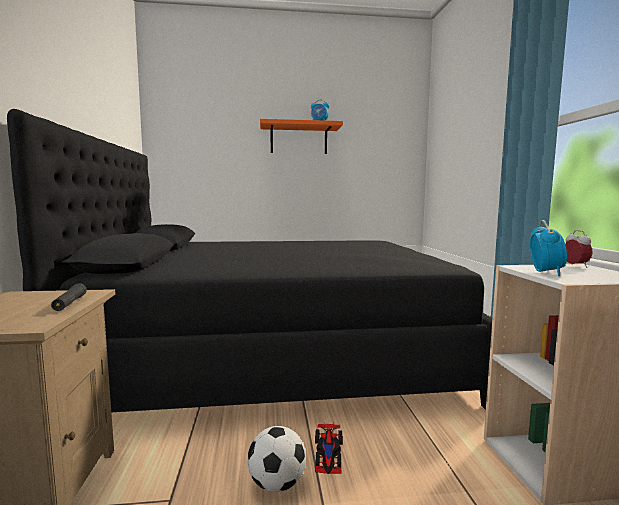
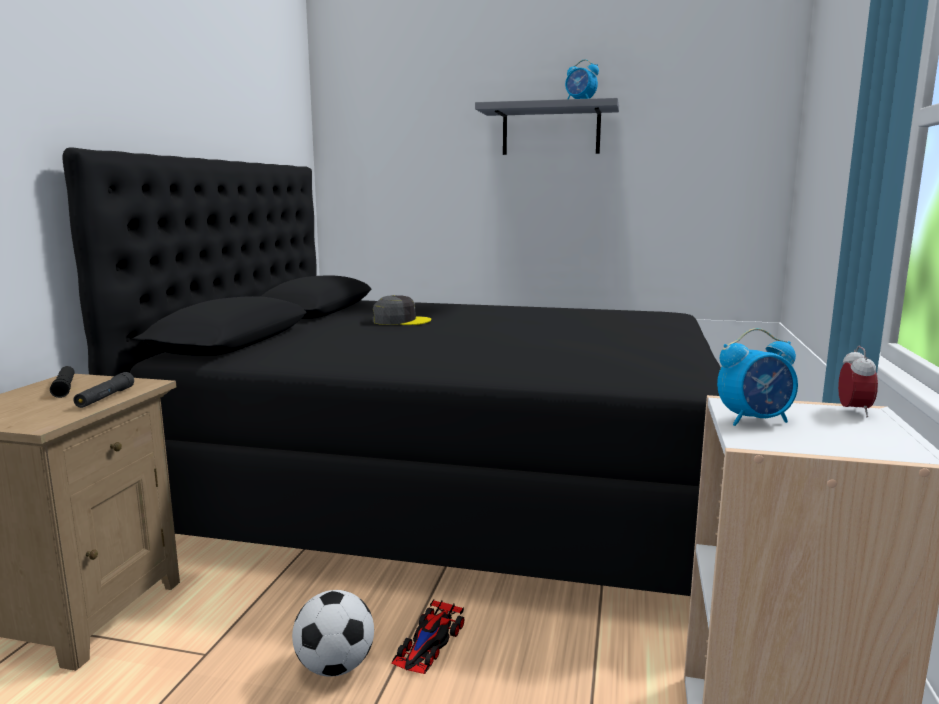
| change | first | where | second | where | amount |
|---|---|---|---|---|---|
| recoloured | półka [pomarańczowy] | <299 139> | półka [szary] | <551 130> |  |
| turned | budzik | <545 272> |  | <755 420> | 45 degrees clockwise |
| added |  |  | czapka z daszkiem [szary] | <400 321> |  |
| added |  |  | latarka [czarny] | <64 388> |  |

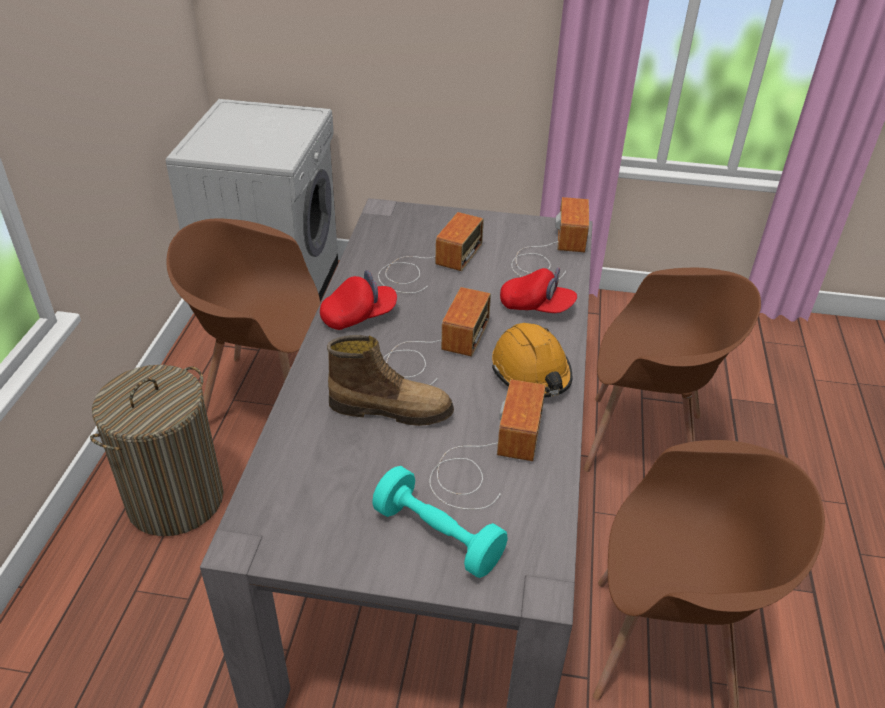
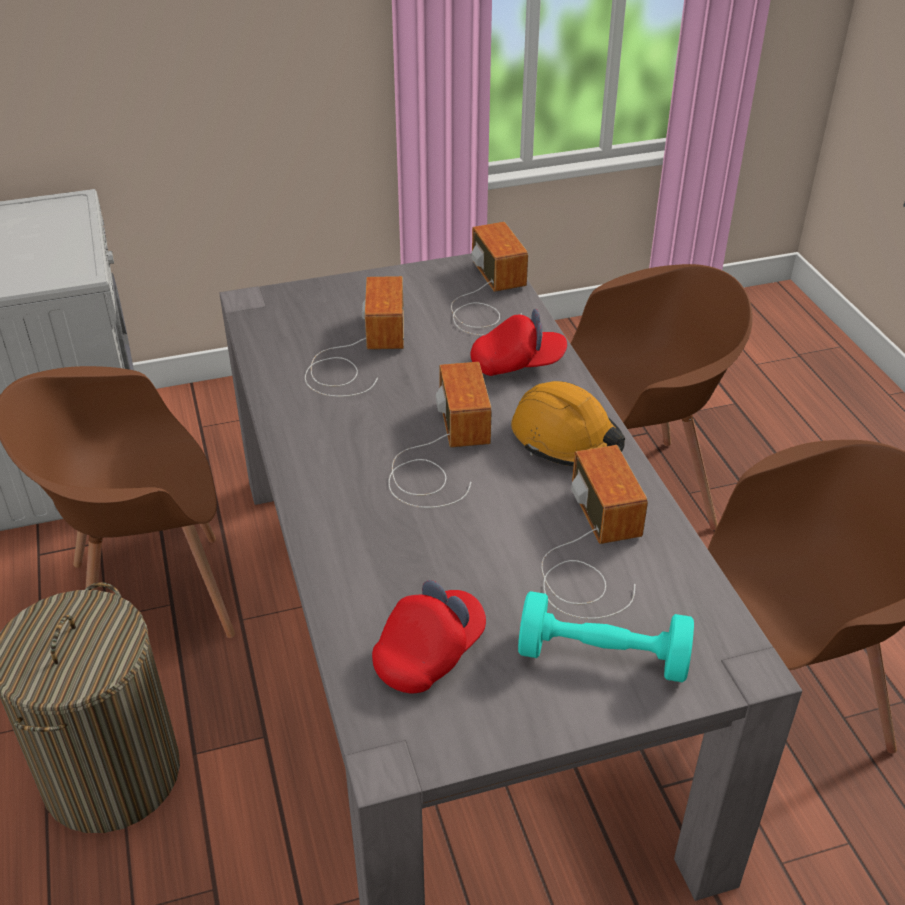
| change | first | where | second | where | amount |
|---|---|---|---|---|---|
| moved | czapka z daszkiem [czerwony] | <359 316> |  | <430 653> |  |
| removed | but z cholewką | <391 408> |  |  |  |

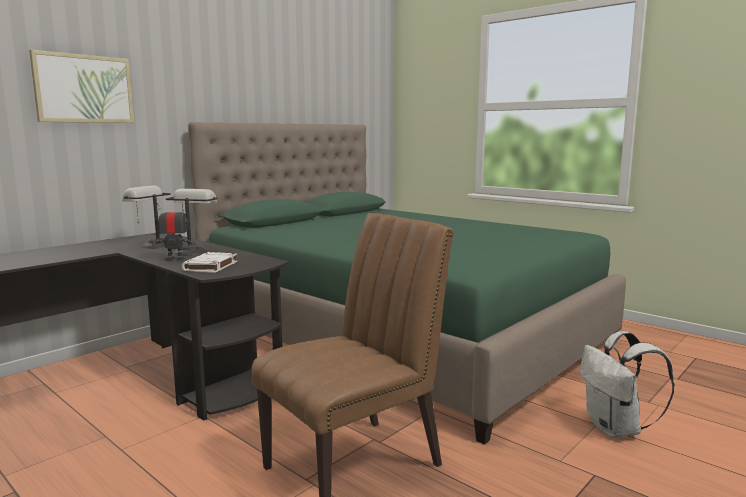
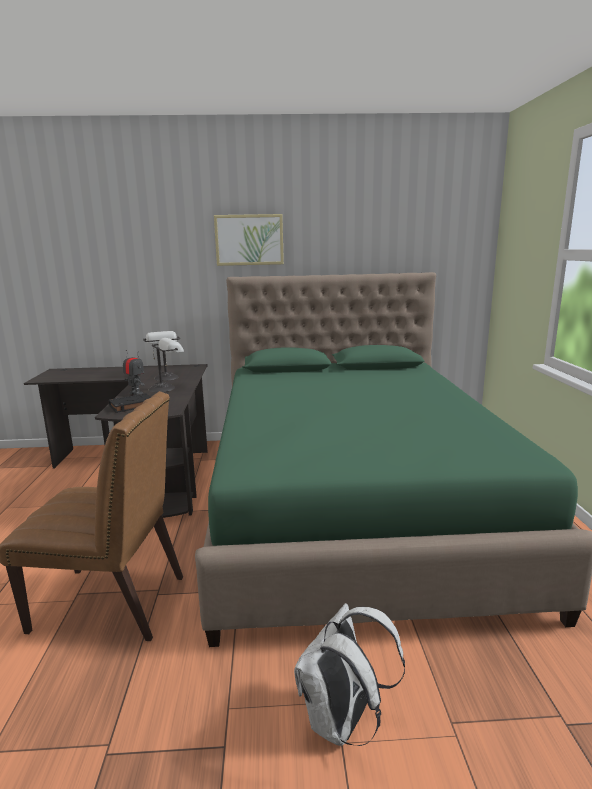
| change | first | where | second | where | amount |
|---|---|---|---|---|---|
| moved | obraz | <84 89> |  | <249 240> |  |
| recoloured | książka [biały] | <210 266> | książka [czarny] | <131 406> |  |

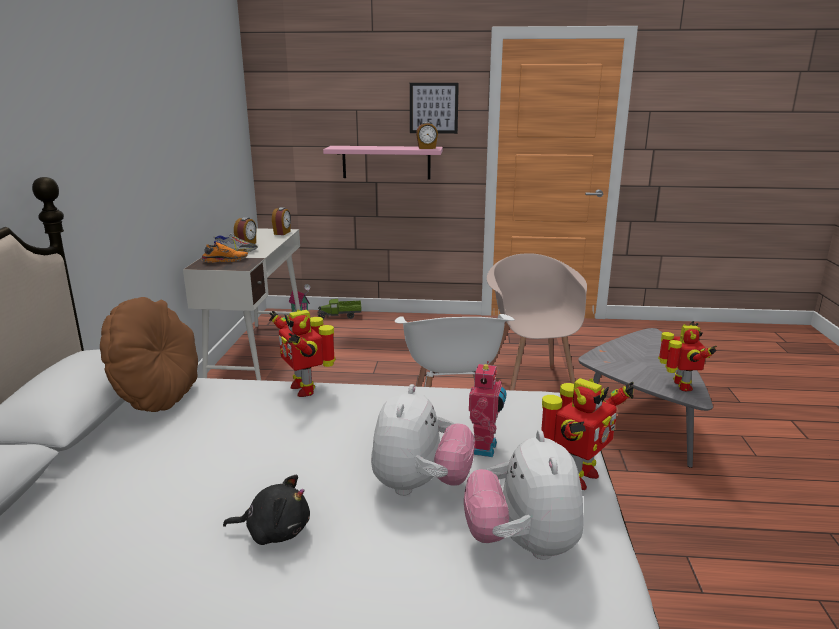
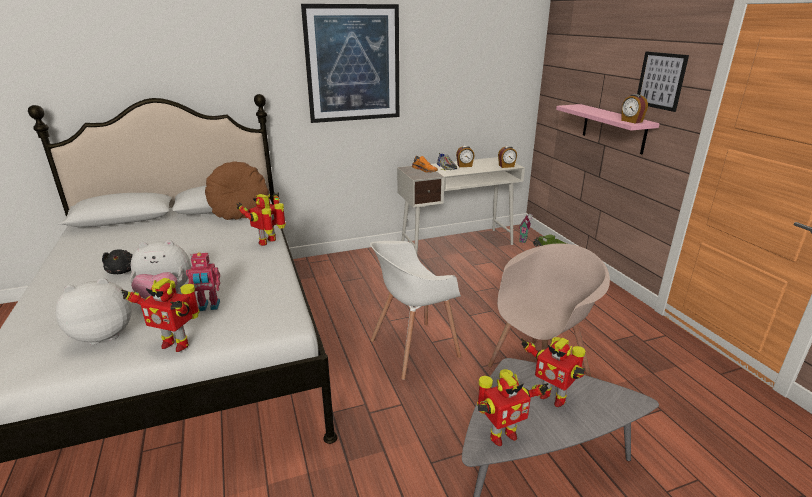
| change | first | where | second | where | amount |
|---|---|---|---|---|---|
| added |  |  | obraz | <353 64> |  |
| added |  |  | robot zabawkowy | <552 397> |  |

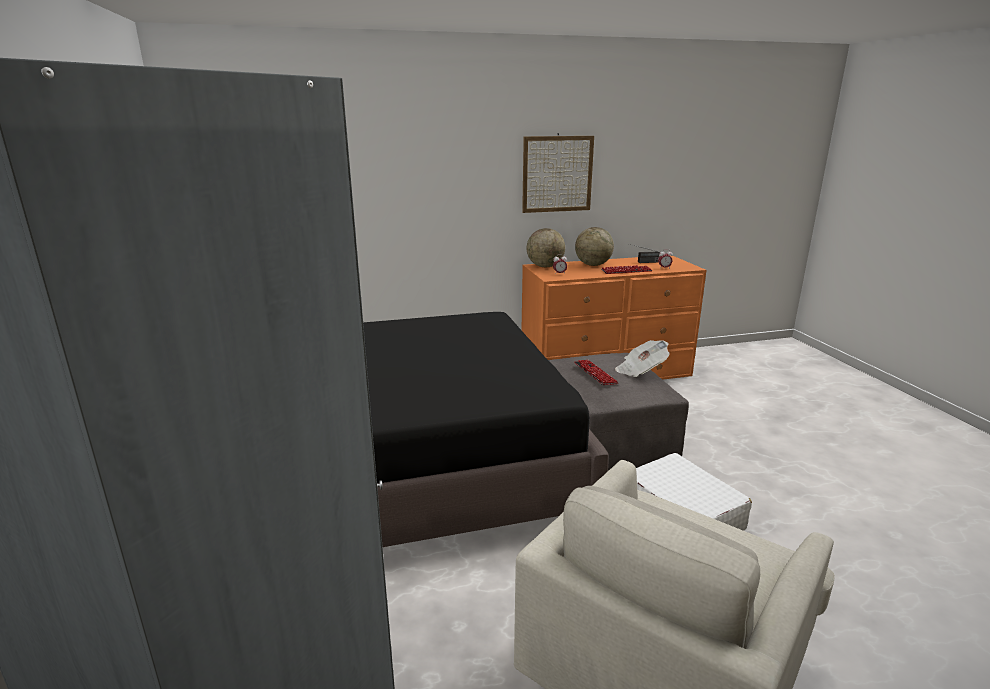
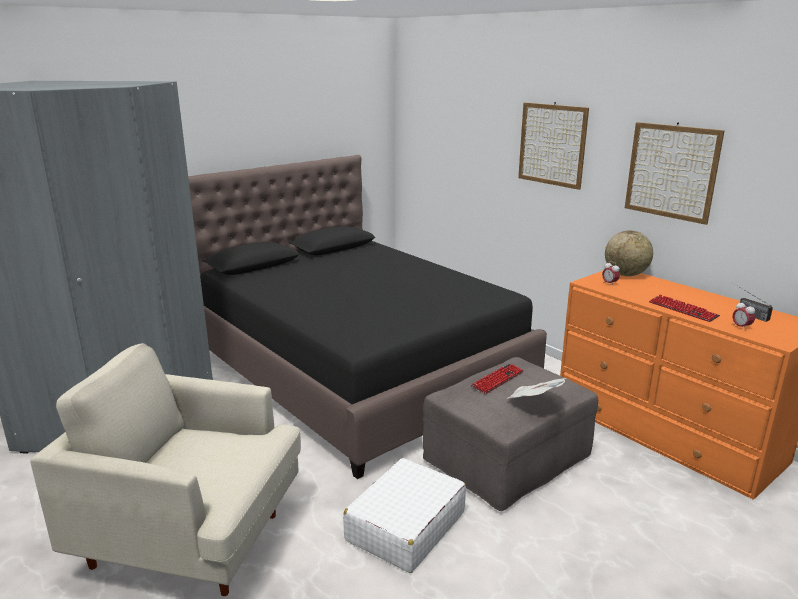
| change | first | where | second | where | amount |
|---|---|---|---|---|---|
| removed | globus | <593 265> |  |  |  |
| added |  |  | obraz | <552 143> |  |

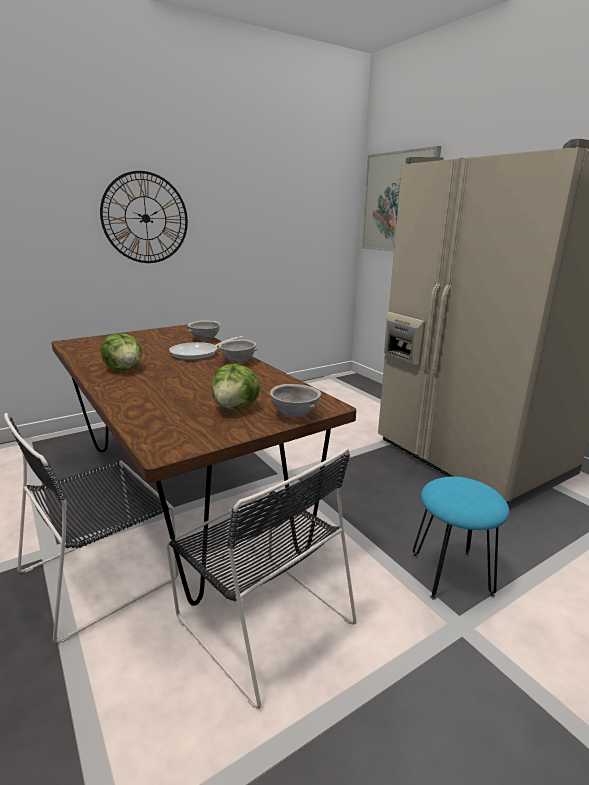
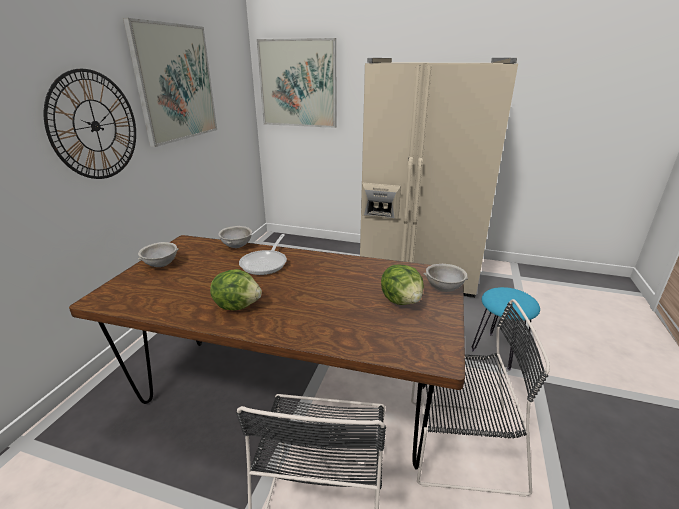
| change | first | where | second | where | amount |
|---|---|---|---|---|---|
| moved | miska [szary] | <238 362> |  | <161 265> |  |
| added |  |  | obraz | <176 83> |  |

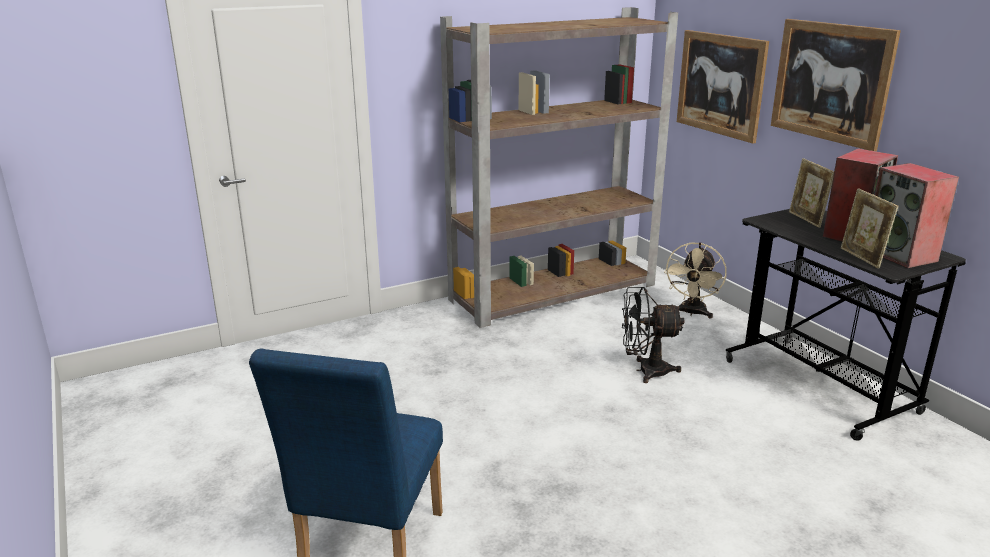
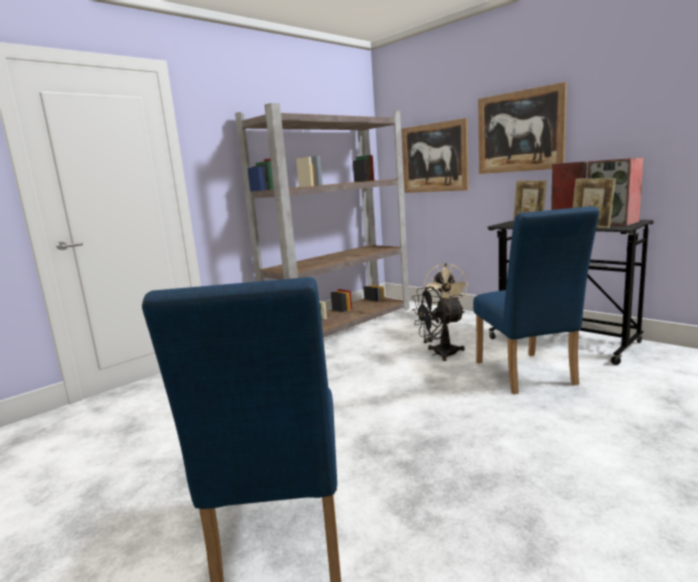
| change | first | where | second | where | amount |
|---|---|---|---|---|---|
| added |  |  | krzesło [niebieski] | <527 375> |  |

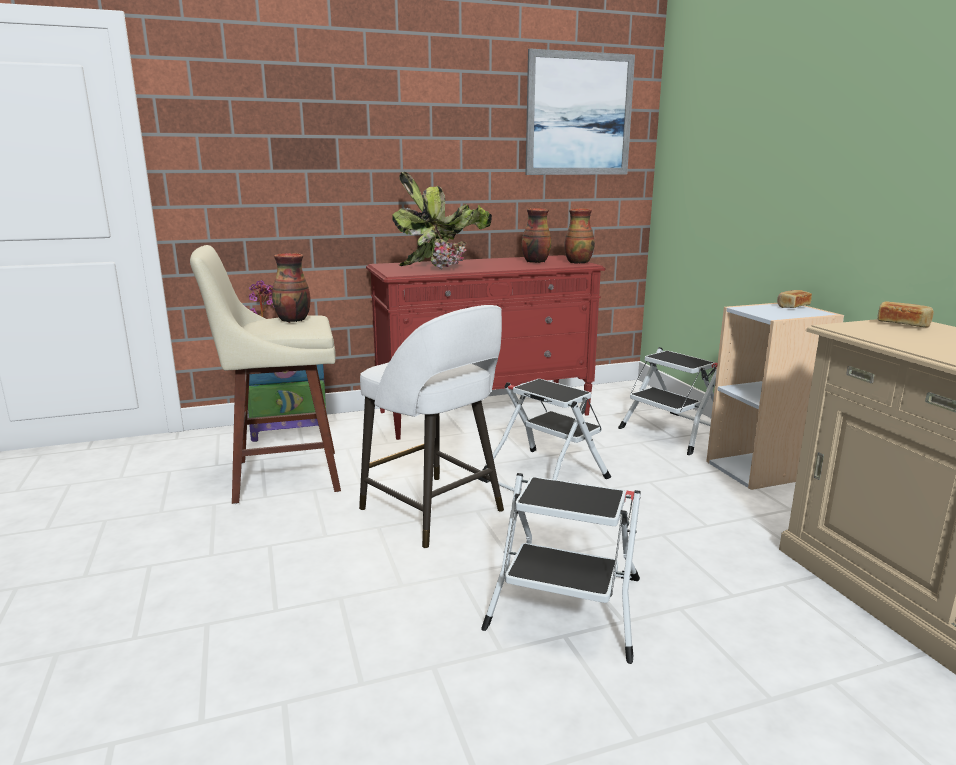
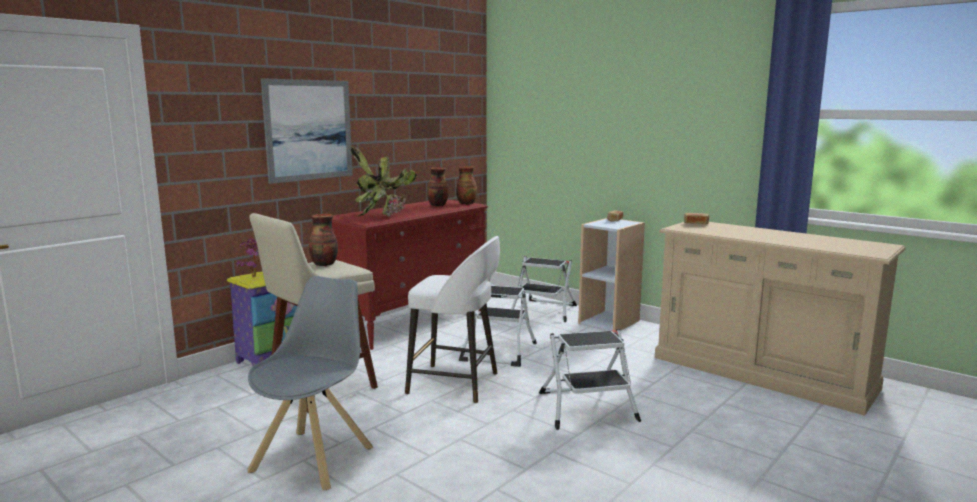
| change | first | where | second | where | amount |
|---|---|---|---|---|---|
| moved | obraz | <579 114> |  | <309 130> |  |
| added |  |  | krzesło [szary] | <315 457> |  |

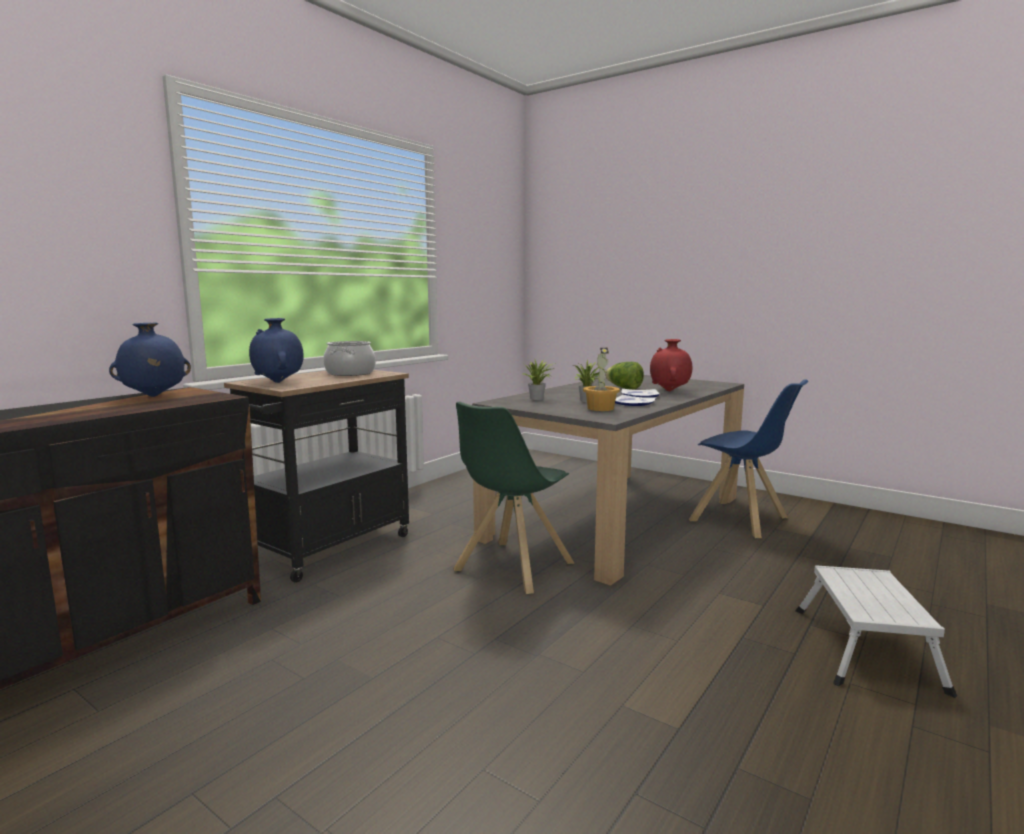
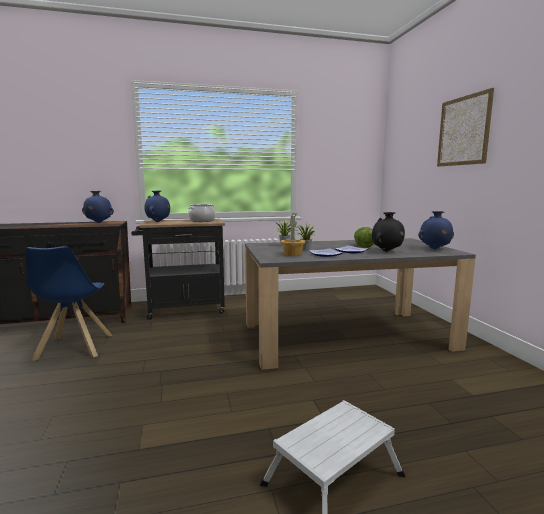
| change | first | where | second | where | amount |
|---|---|---|---|---|---|
| recoloured | wazon [czerwony] | <669 391> | wazon [czarny] | <387 251> |  |
| moved | krzesło [niebieski] | <741 520> |  | <73 348> |  |
| removed | krzesło [zielony] | <511 567> |  |  |  |
| added |  |  | obraz | <463 130> |  |
| added |  |  | wazon [niebieski] | <434 249> |  |

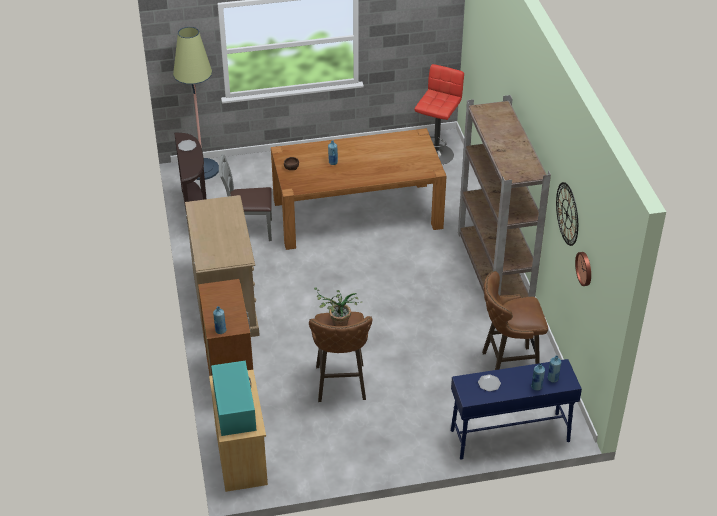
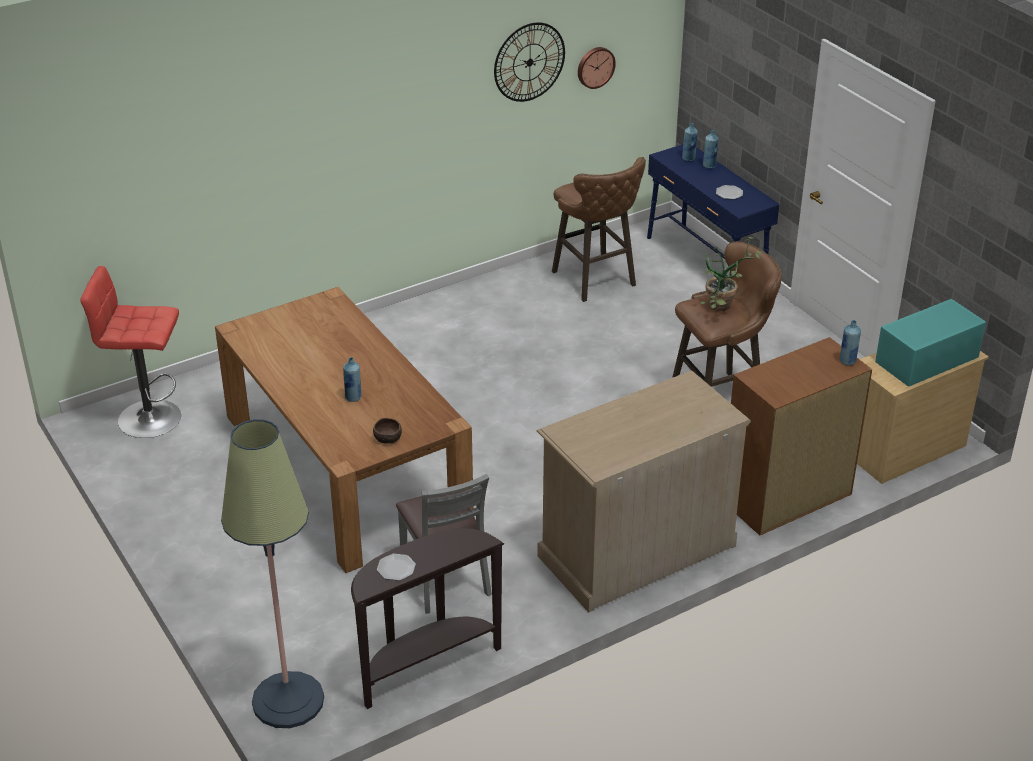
| change | first | where | second | where | amount |
|---|---|---|---|---|---|
| removed | regał [brązowy] | <494 270> |  |  |  |

